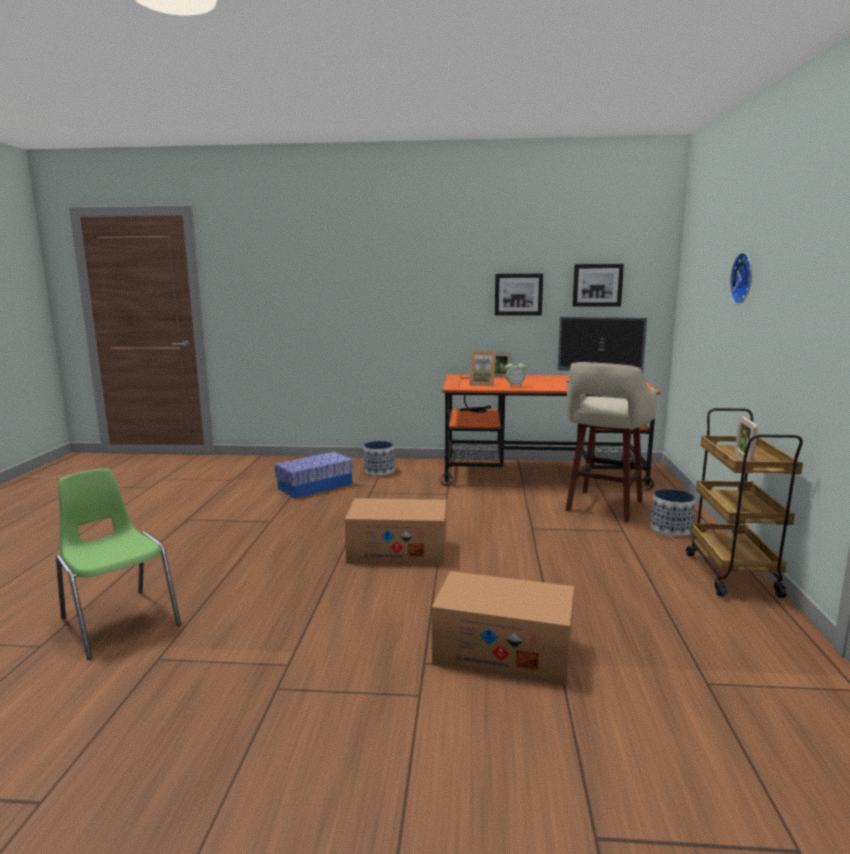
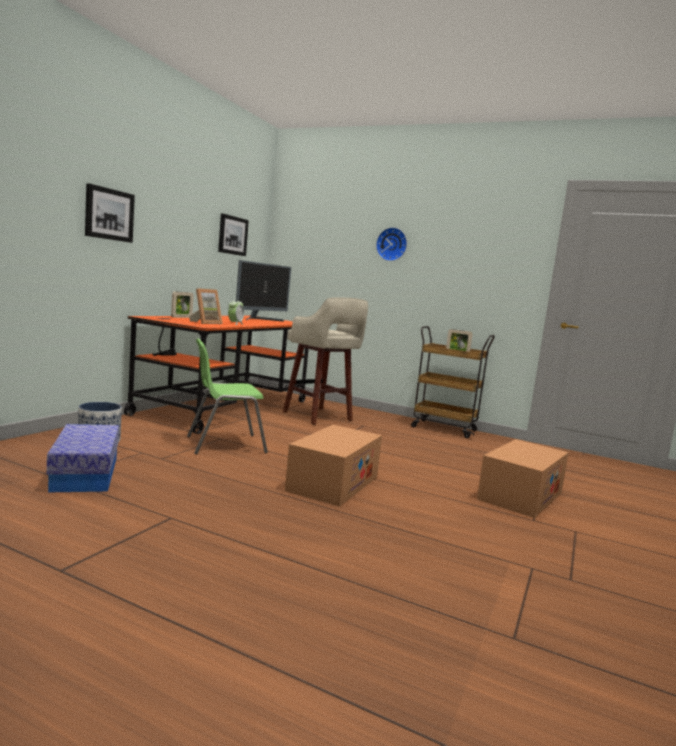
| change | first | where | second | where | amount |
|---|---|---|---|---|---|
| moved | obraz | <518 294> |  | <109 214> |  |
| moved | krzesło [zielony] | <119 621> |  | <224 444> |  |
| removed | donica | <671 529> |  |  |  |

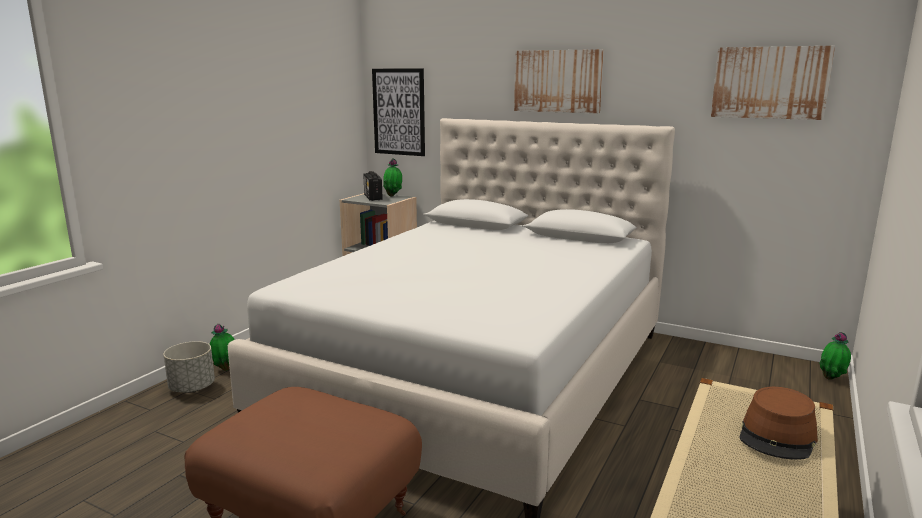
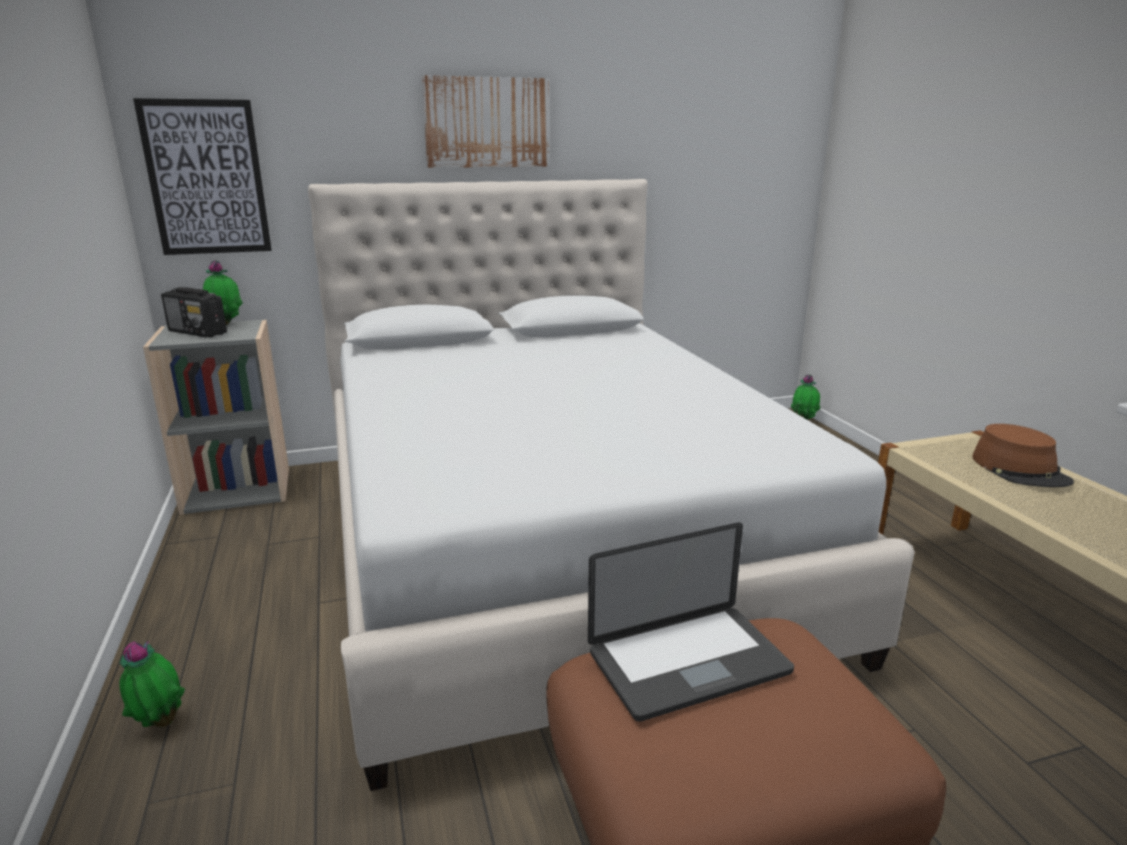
| change | first | where | second | where | amount |
|---|---|---|---|---|---|
| removed | obraz | <770 82> |  |  |  |
| removed | donica [szary] | <192 388> |  |  |  |
| added |  |  | laptop | <688 663> |  |

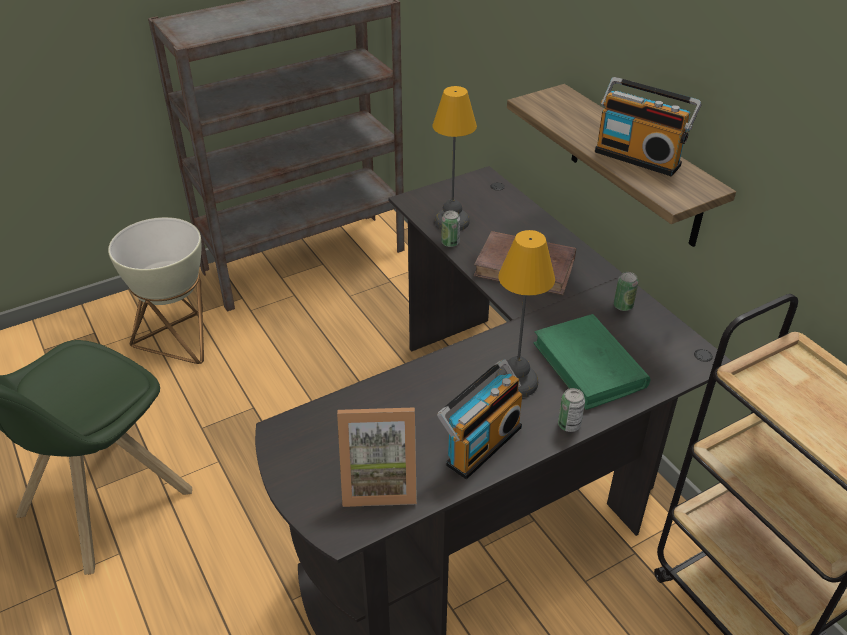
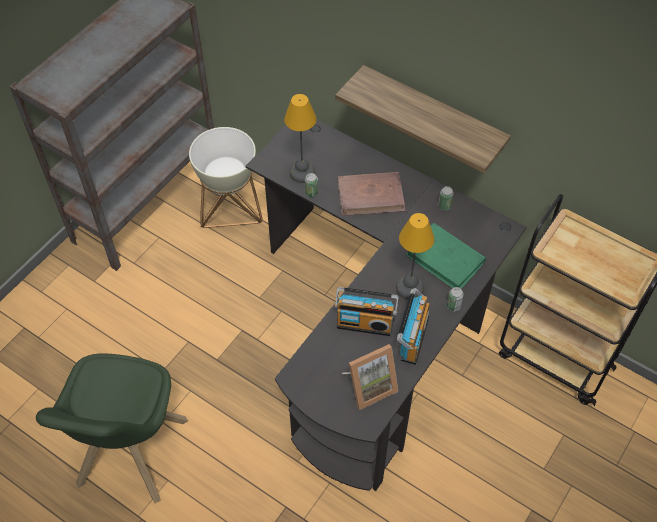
| change | first | where | second | where | amount |
|---|---|---|---|---|---|
| moved | radio | <639 157> |  | <365 323> |  |
| moved | donica | <179 339> |  | <231 210> |  |

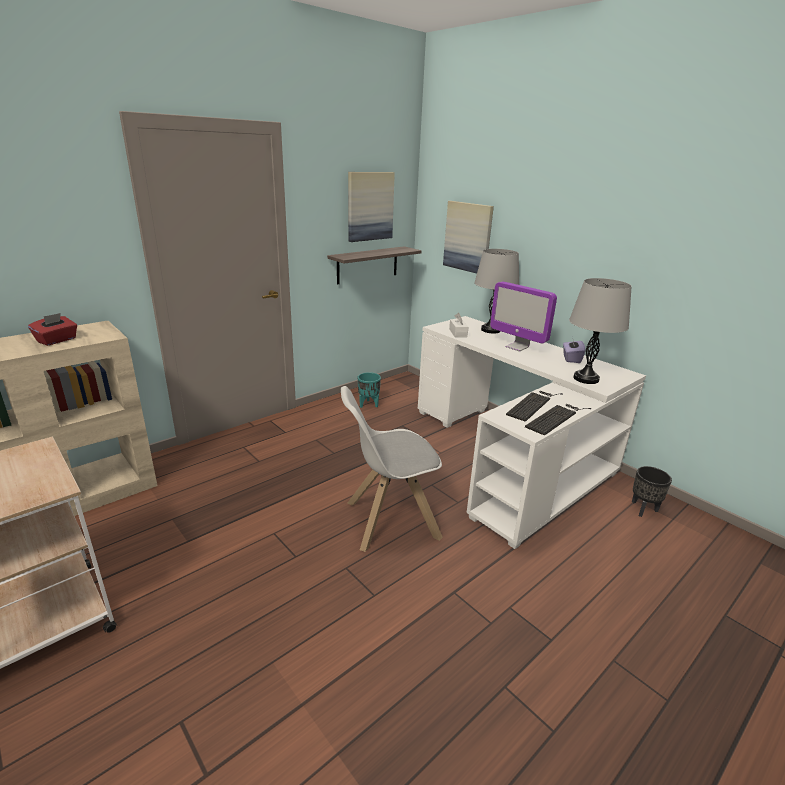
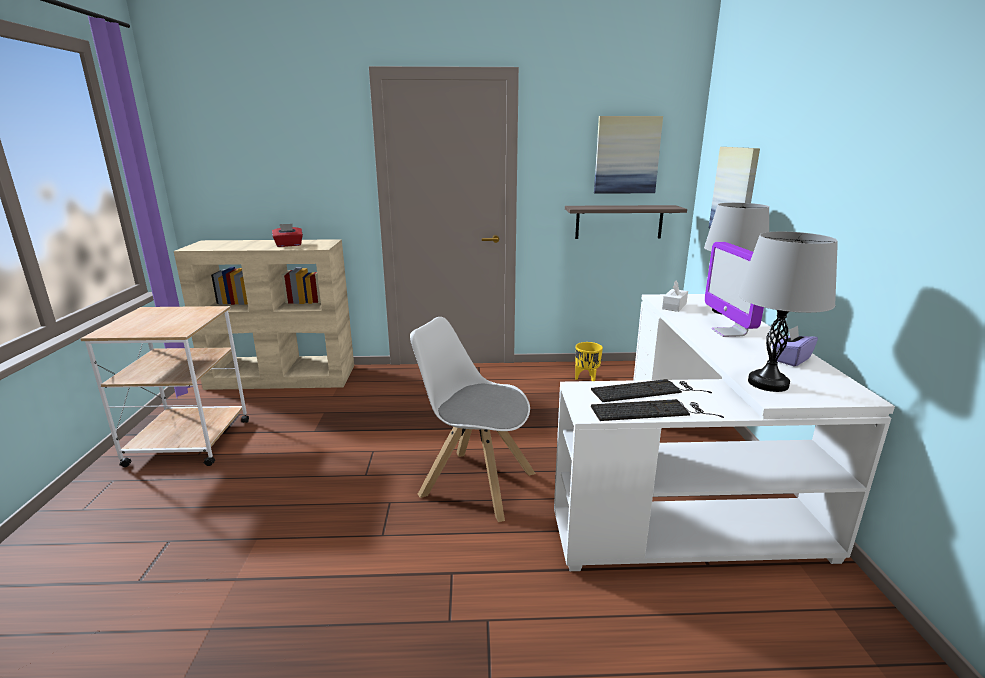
| change | first | where | second | where | amount |
|---|---|---|---|---|---|
| recoloured | donica [turkusowy] | <368 404> | donica [żółty] | <586 379> |  |
| removed | donica [czarny] | <643 509> |  |  |  |

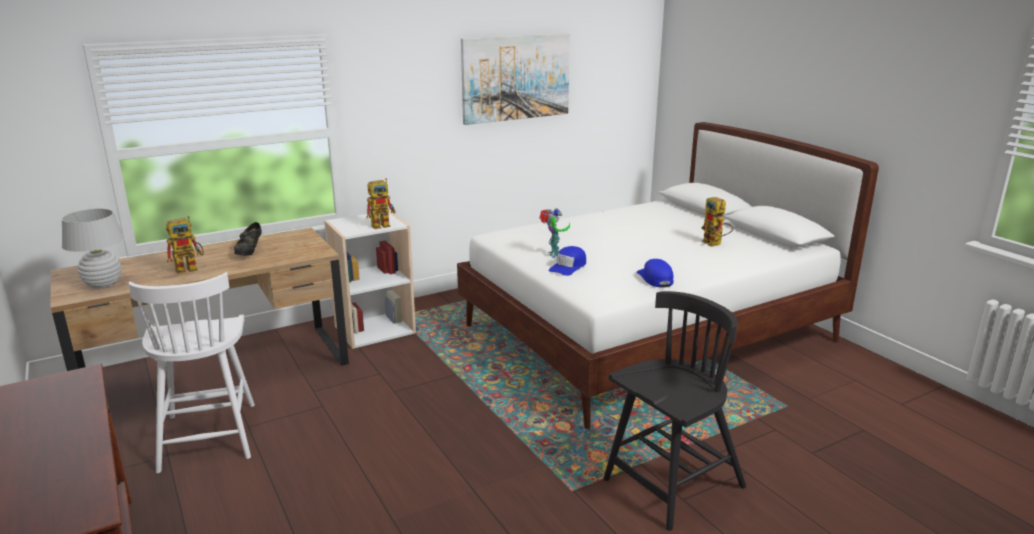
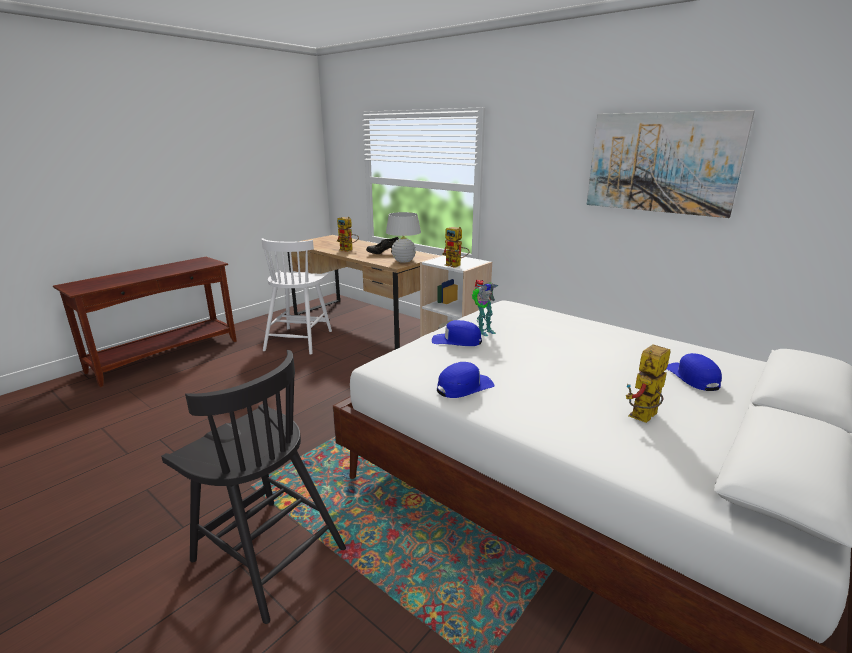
| change | first | where | second | where | amount |
|---|---|---|---|---|---|
| moved | lampa stołowa [biały] | <103 284> |  | <403 261> |  |
| turned | krzesło [biały] | <208 434> |  | <299 339> | 45 degrees counterclockwise |
| added |  |  | czapka z daszkiem [niebieski] | <692 377> |  |

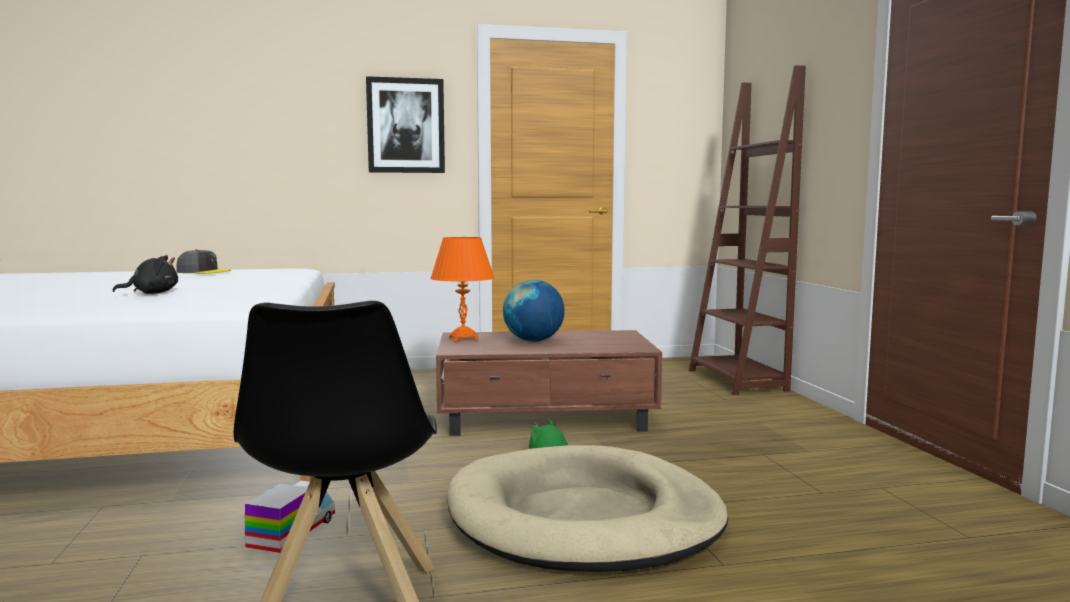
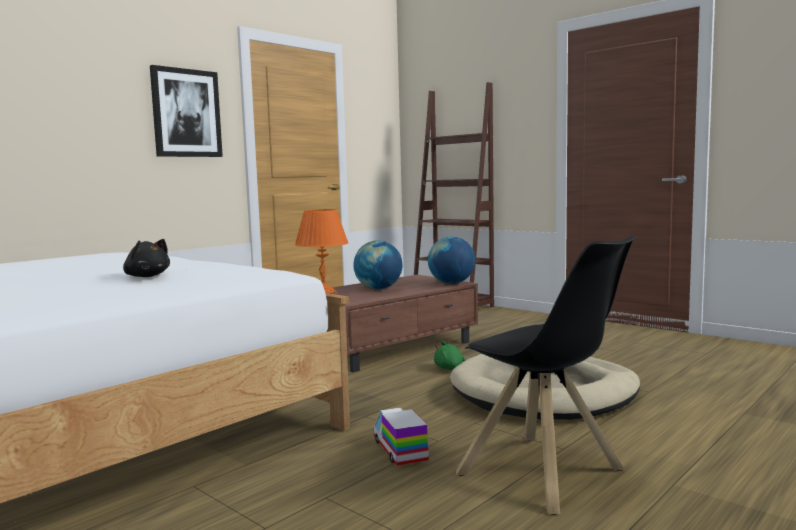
| change | first | where | second | where | amount |
|---|---|---|---|---|---|
| removed | czapka z daszkiem [szary] | <203 271> |  |  |  |
| turned | pluszak [czarny] | <152 293> |  | <146 276> | 90 degrees clockwise |
| added |  |  | globus | <451 283> |  |

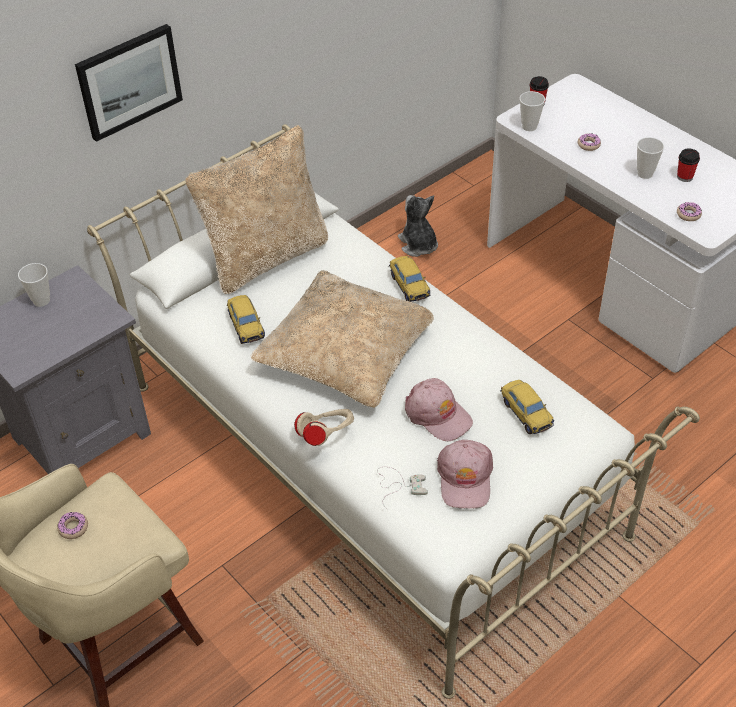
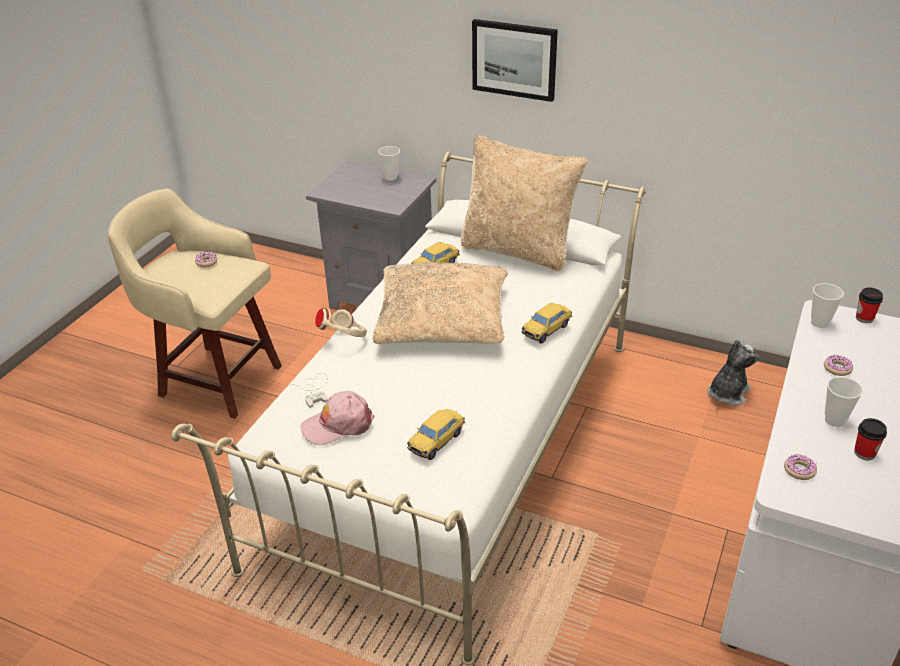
| change | first | where | second | where | amount |
|---|---|---|---|---|---|
| removed | czapka z daszkiem [różowy] | <437 414> |  |  |  |

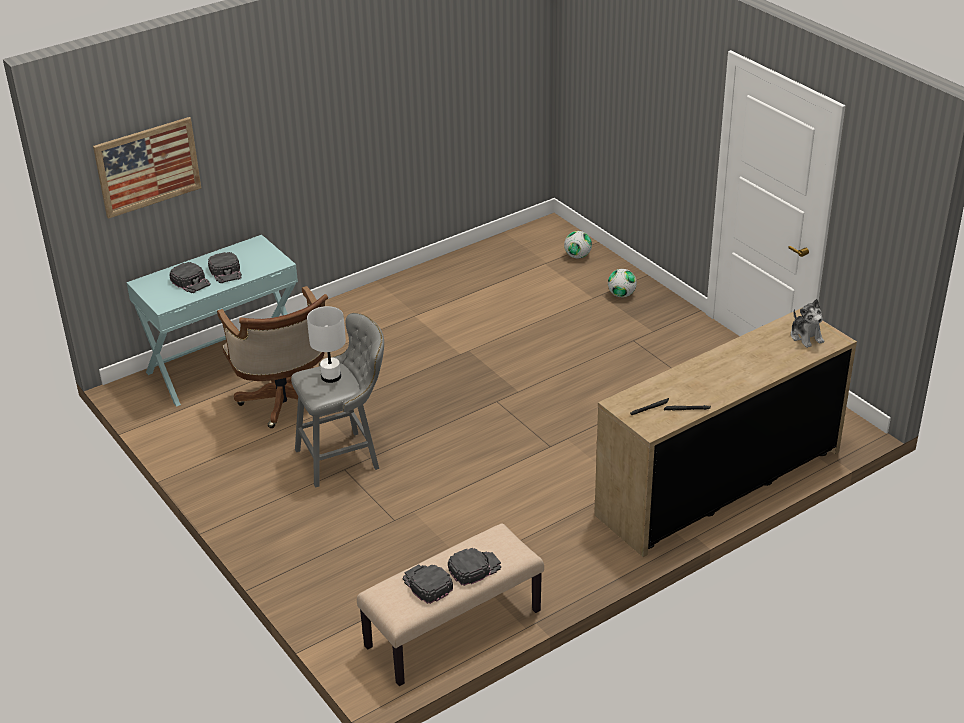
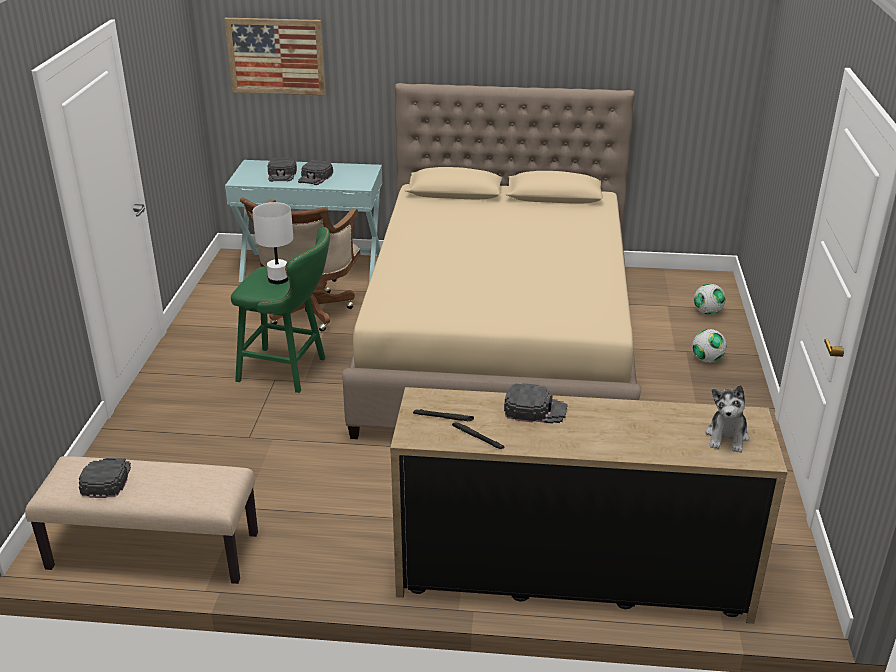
| change | first | where | second | where | amount |
|---|---|---|---|---|---|
| recoloured | stołek [szary] | <347 456> | stołek [zielony] | <291 371> |  |
| moved | czapka z daszkiem [czarny] | <474 568> |  | <535 409> |  |
| added |  |  | łóżko [beżowy] | <499 343> |  |

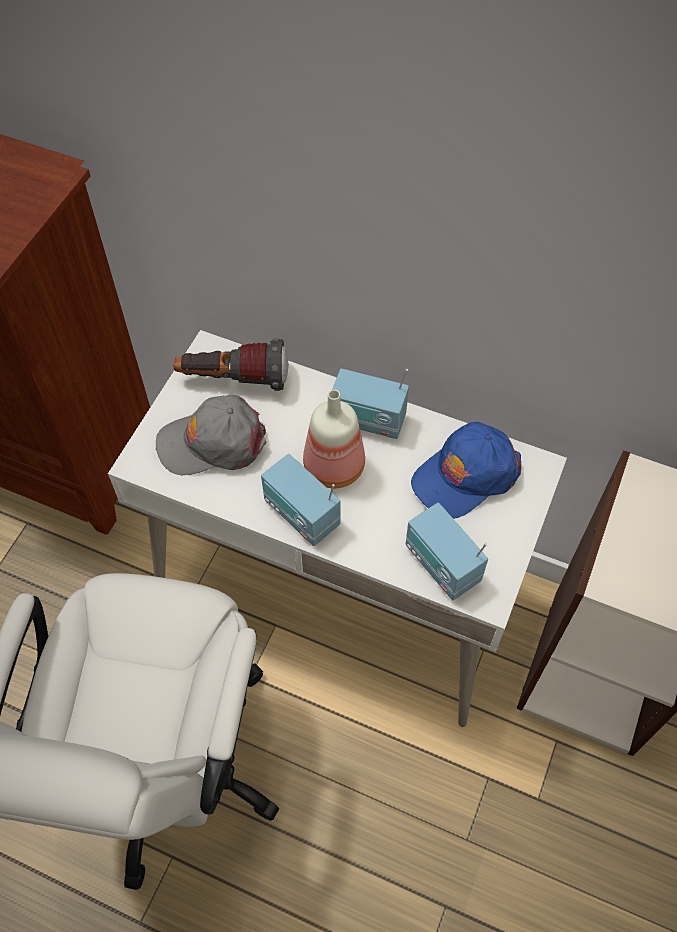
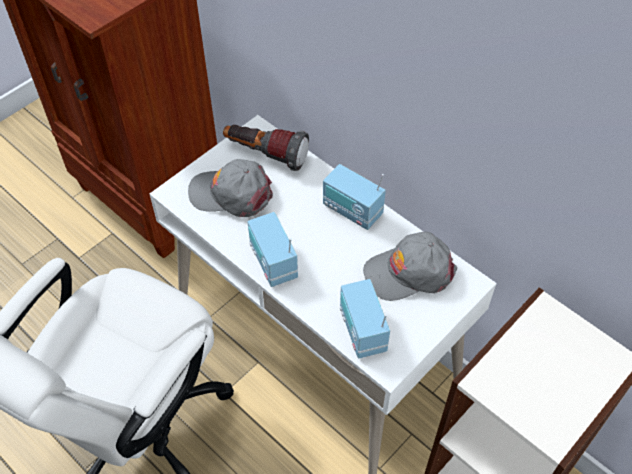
| change | first | where | second | where | amount |
|---|---|---|---|---|---|
| removed | butelka | <332 466> |  |  |  |
| recoloured | czapka z daszkiem [niebieski] | <465 475> | czapka z daszkiem [szary] | <409 272> |  |

